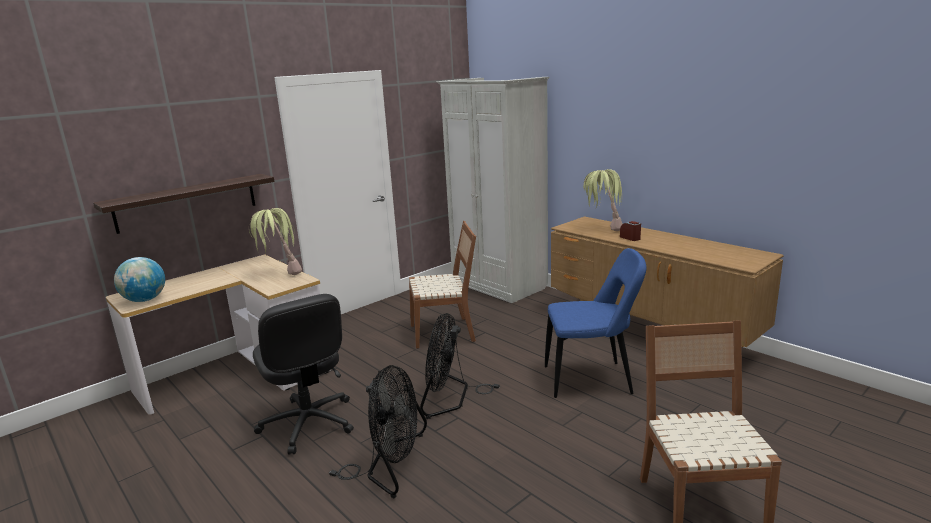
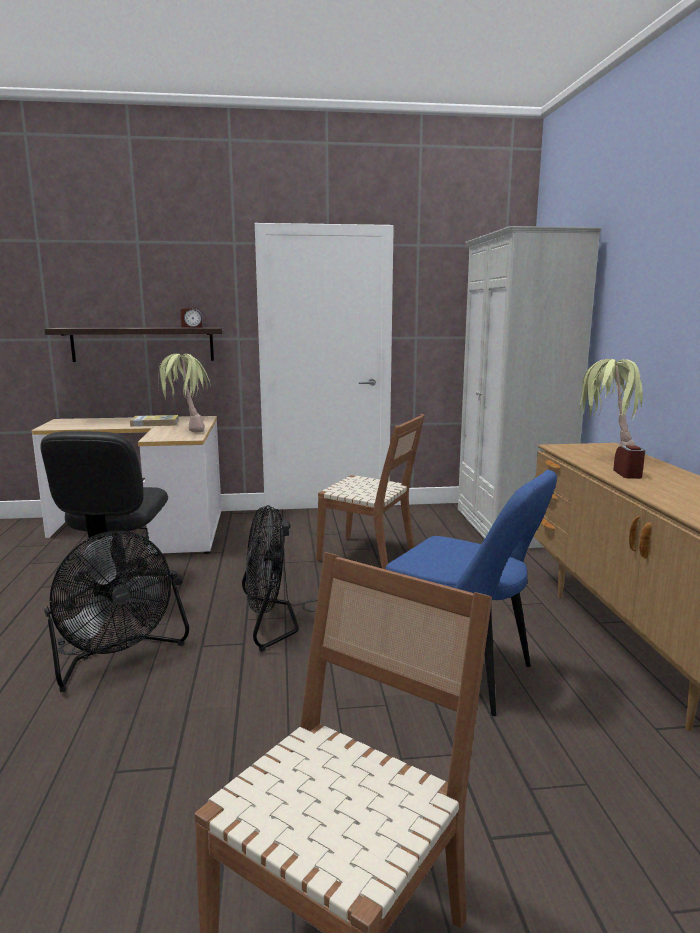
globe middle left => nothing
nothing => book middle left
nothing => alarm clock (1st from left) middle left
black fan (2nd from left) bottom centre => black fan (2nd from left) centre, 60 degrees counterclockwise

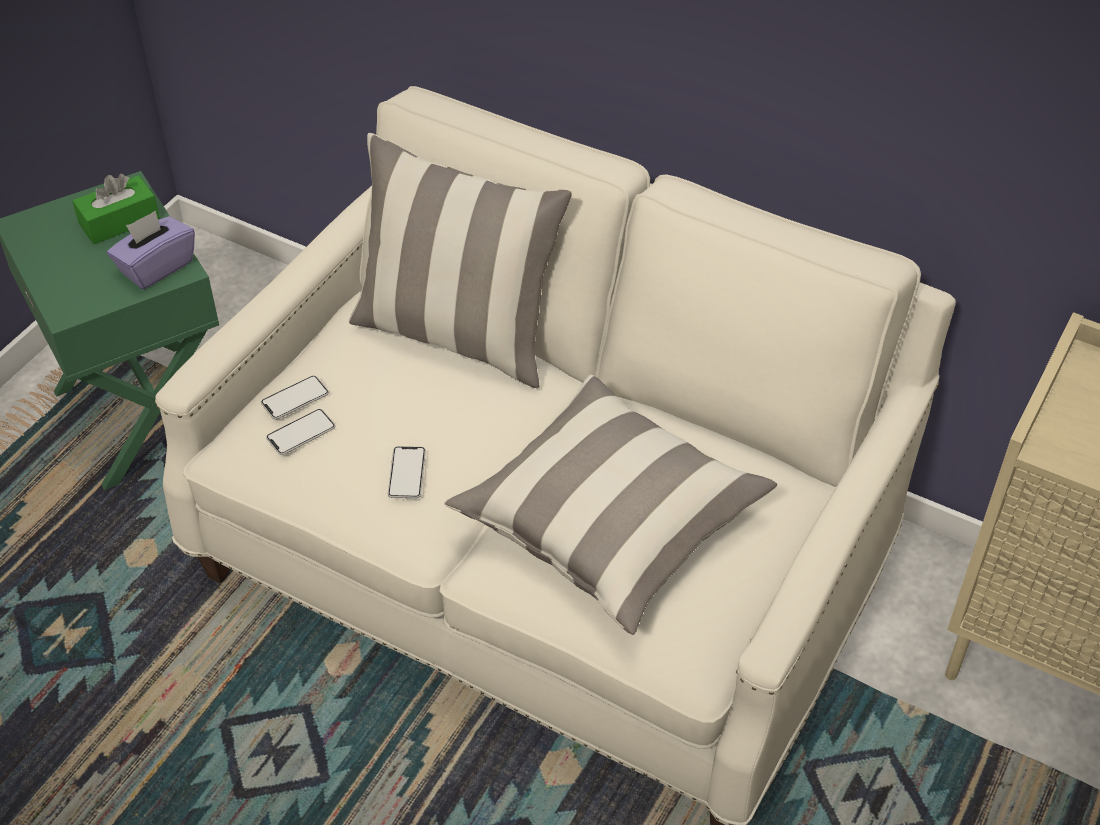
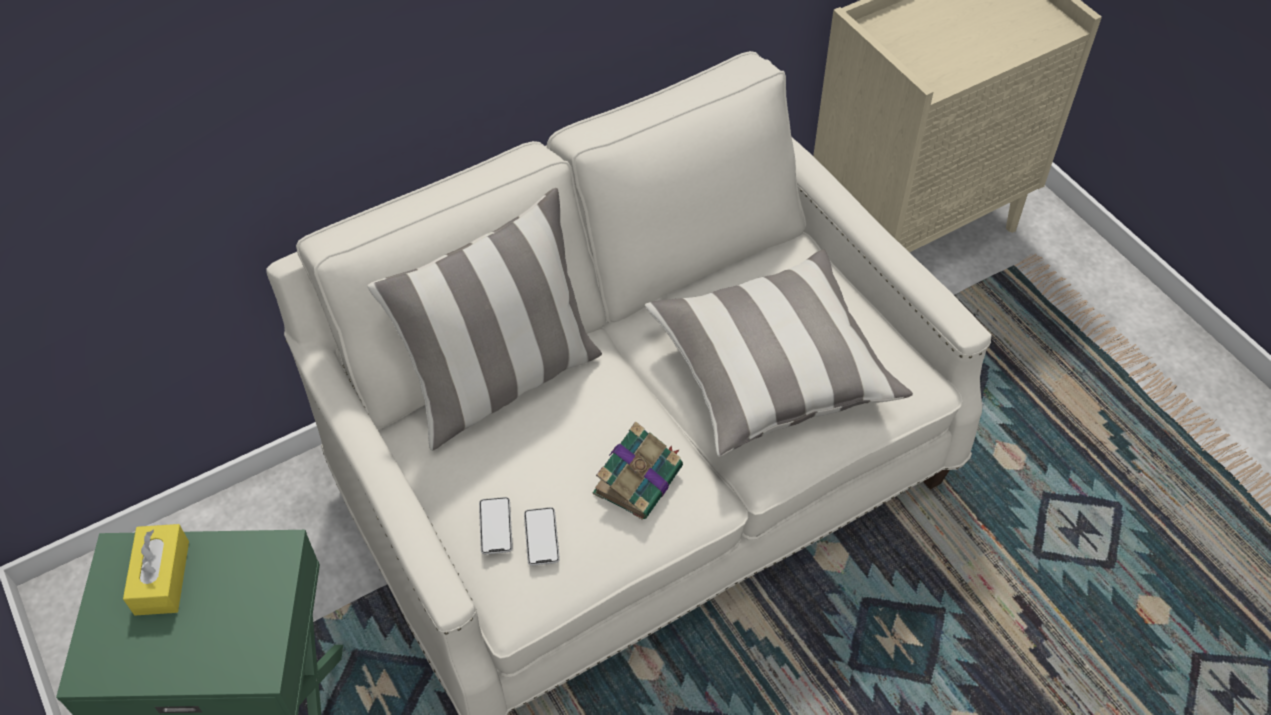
purple tissue box top left => nothing
phone (3rd from left) centre => book centre
green tissue box top left => yellow tissue box bottom left

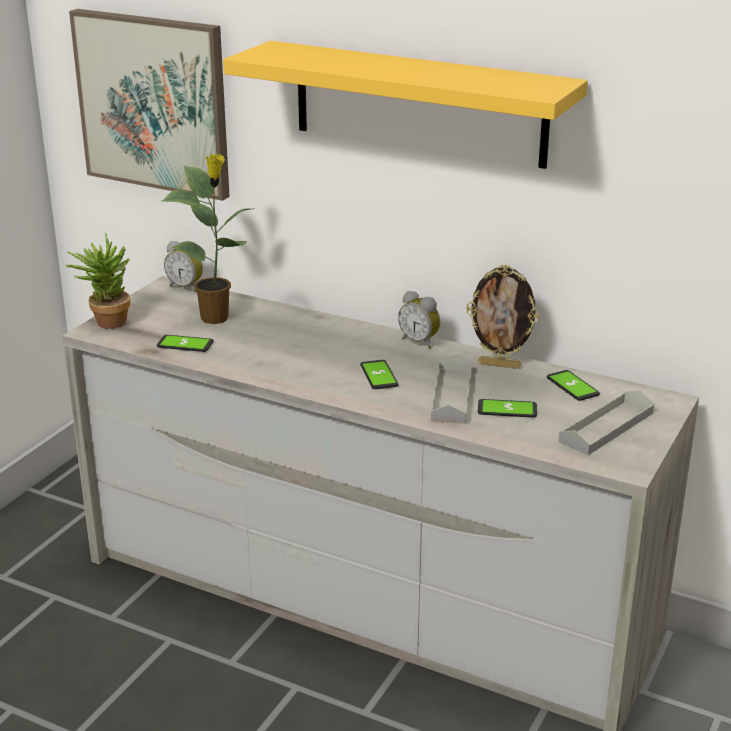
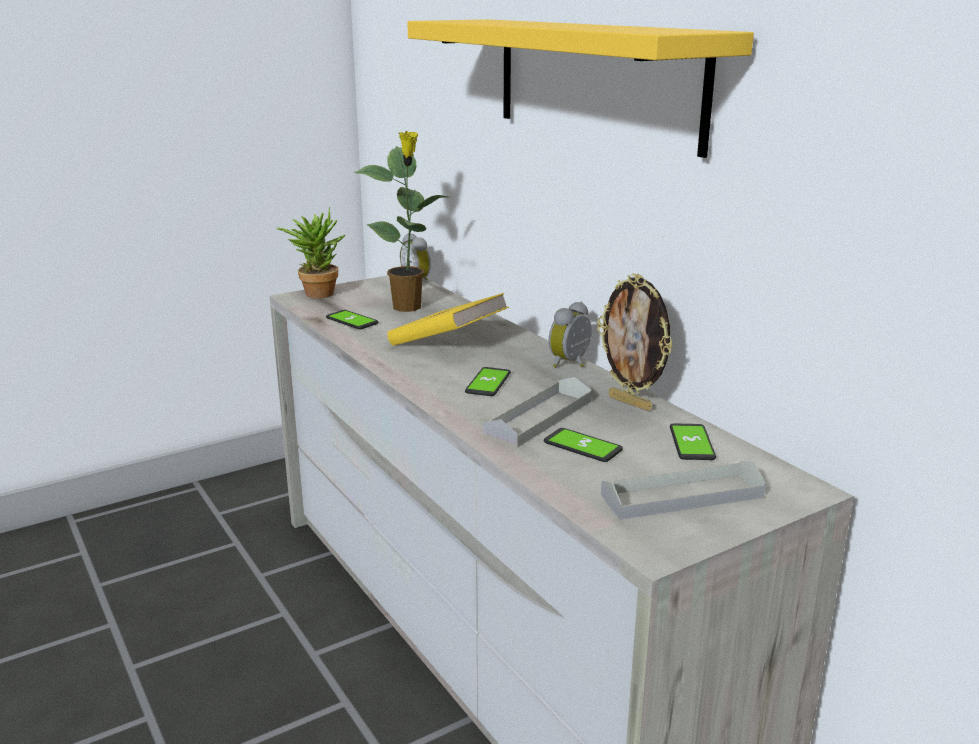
picture top left => nothing
nothing => yellow book centre
alarm clock (2nd from left) centre, 60 degrees clockwise

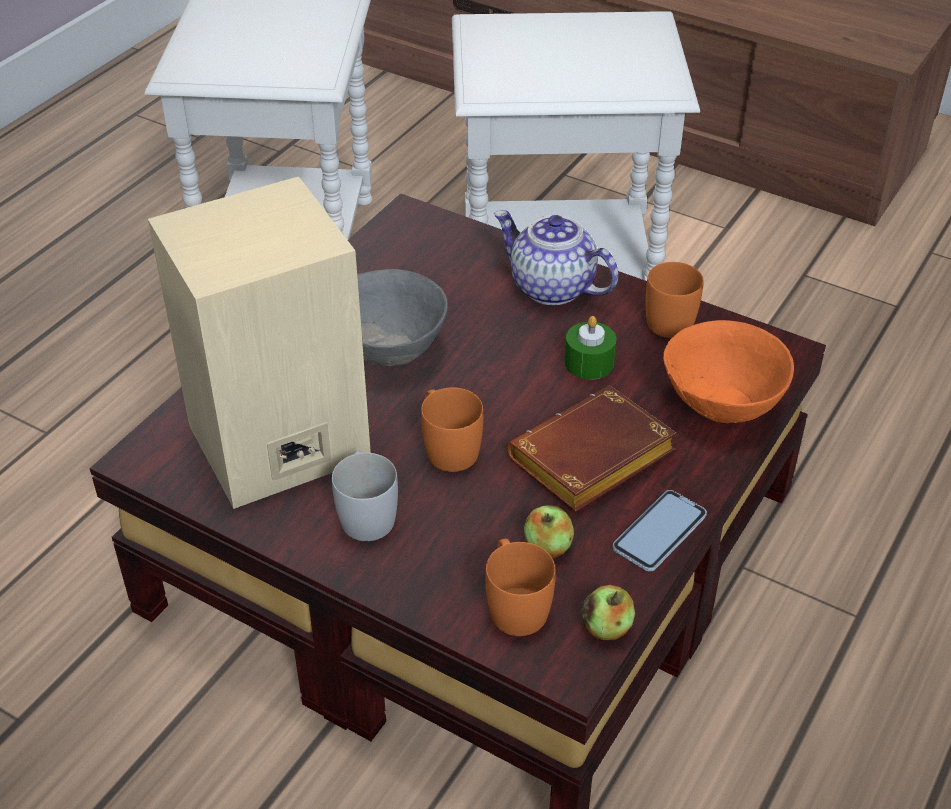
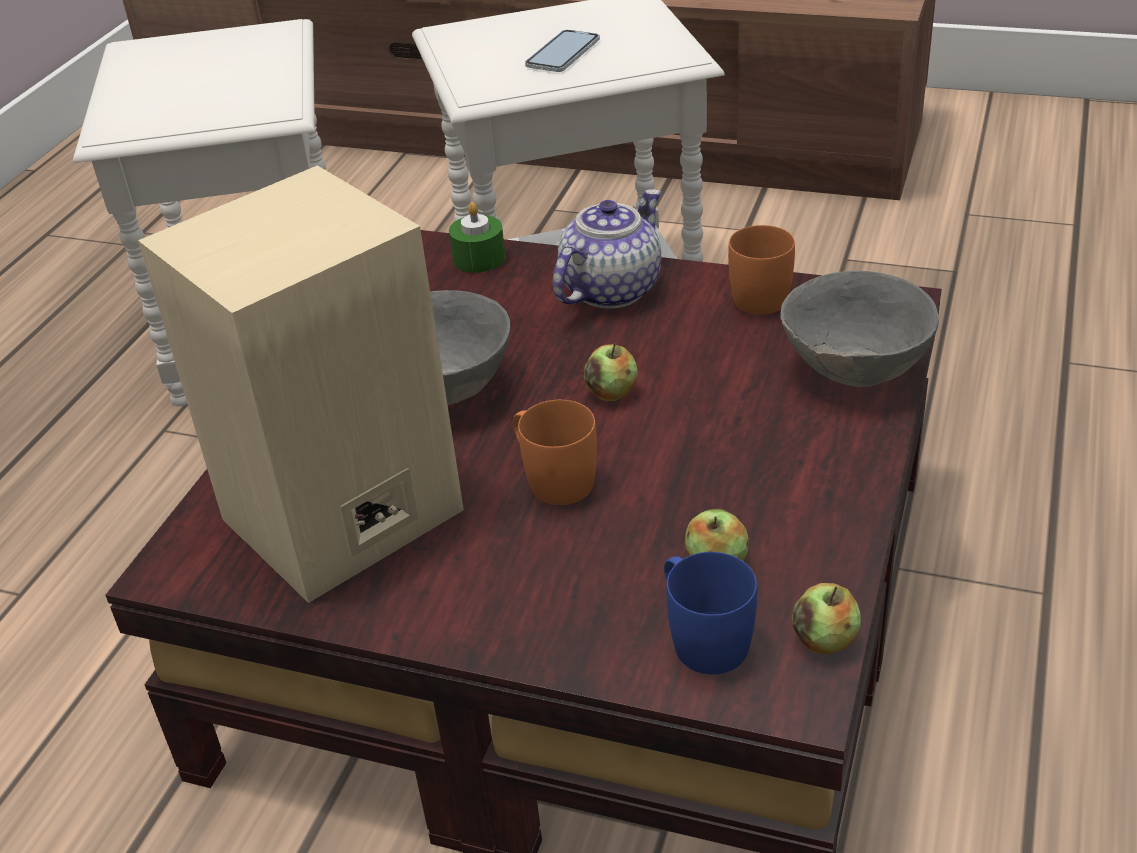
white mug centre => nothing
brown book centre => nothing
nothing => apple (1st from left) centre
green candle centre => green candle top centre, moved
phone middle right => phone top centre, moved
orange mug (2nd from left) bottom centre => blue mug bottom centre
orange bowl middle right => grey bowl (2nd from left) middle right
teapot top centre, 105 degrees clockwise

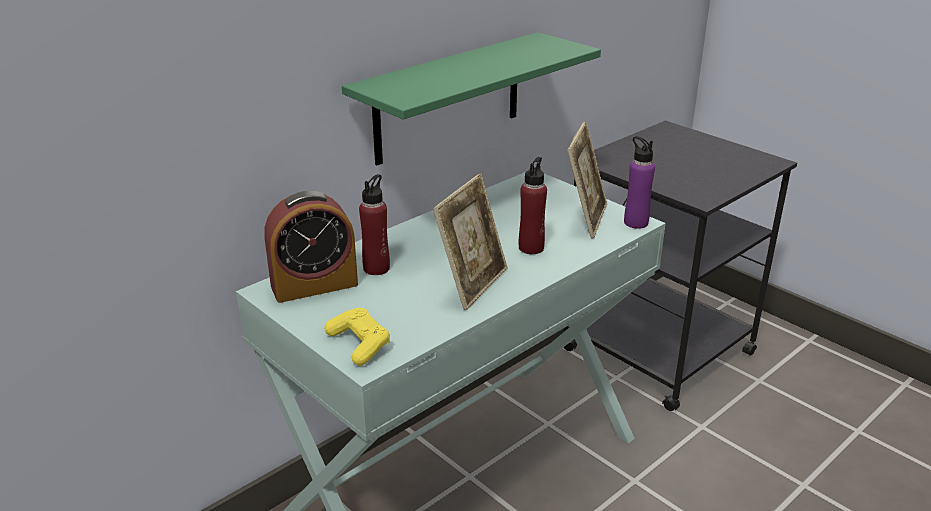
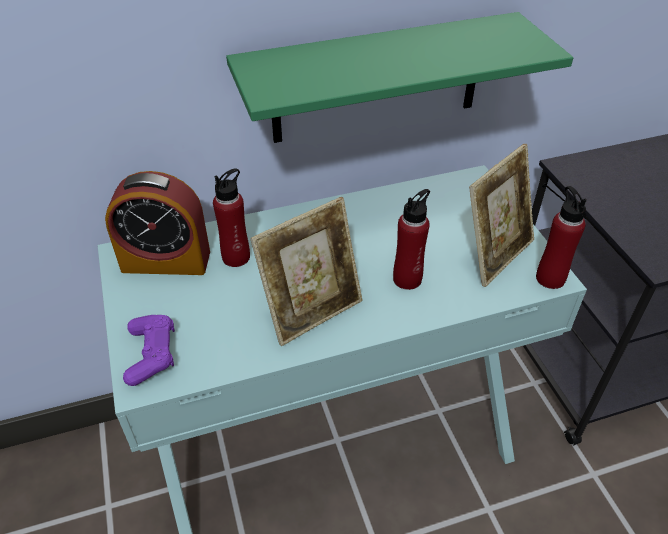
yellow game controller centre => purple game controller middle left
purple bottle middle right => red bottle (3rd from left) middle right

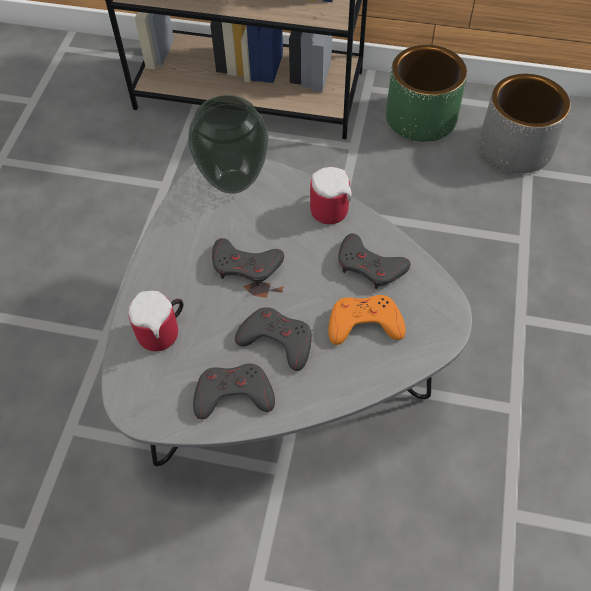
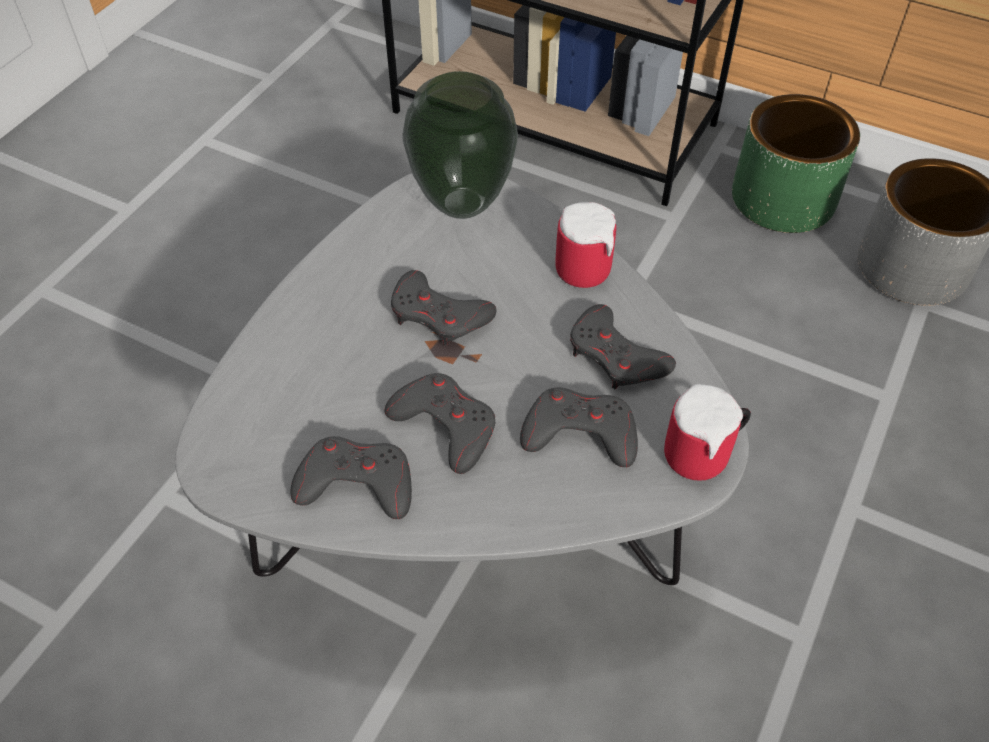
mug (1st from left in the first image) middle left => mug (2nd from left) middle right, moved
orange game controller centre => grey game controller (4th from left) centre

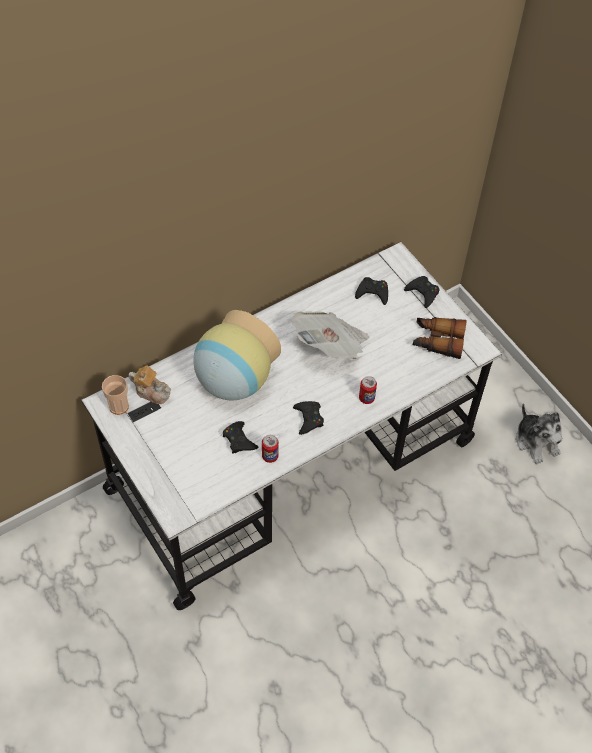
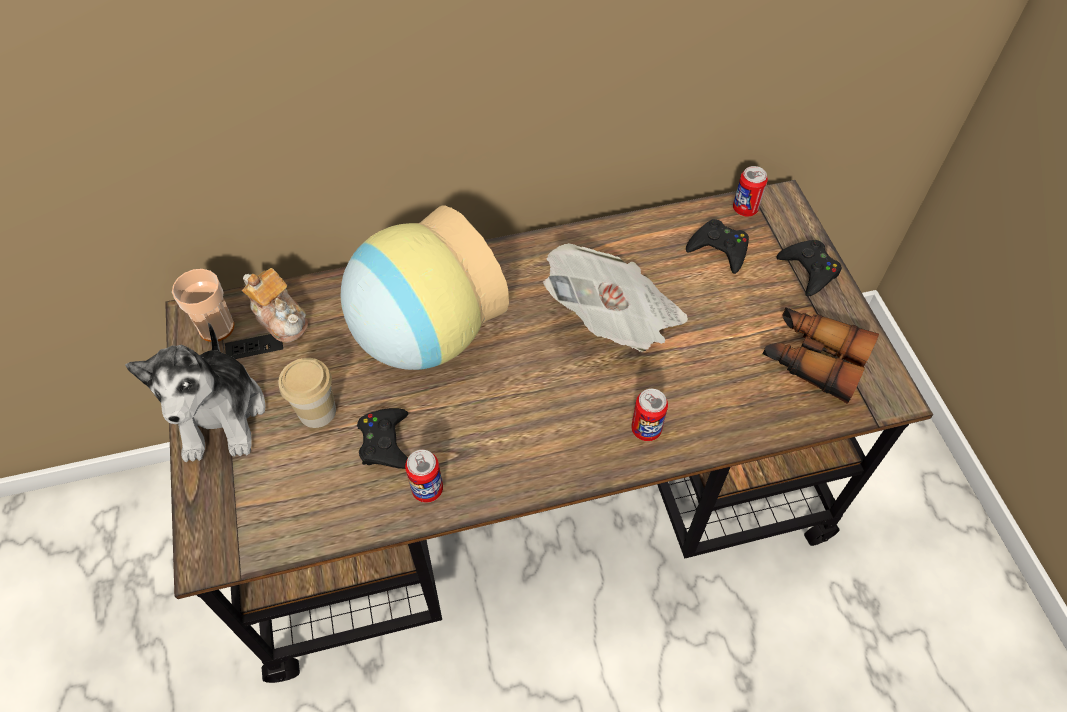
black game controller (2nd from left) centre => nothing
nothing => cup (2nd from left) middle left
nothing => can (3rd from left) top right
plush toy middle right => plush toy middle left, moved
white desk centre => brown desk centre

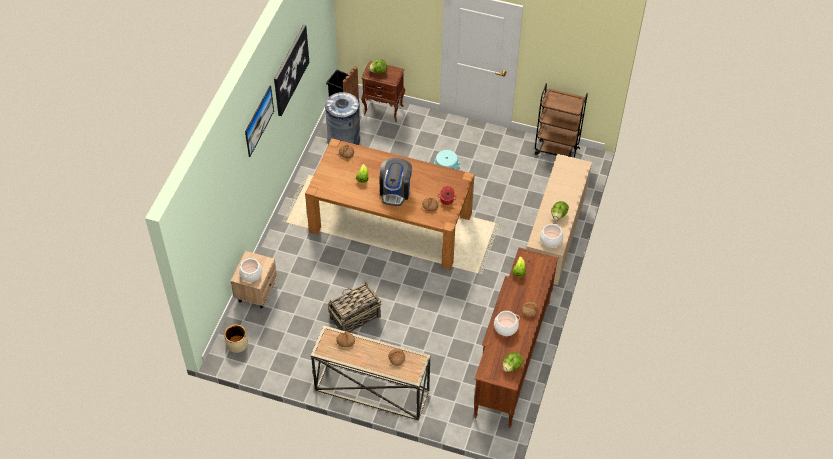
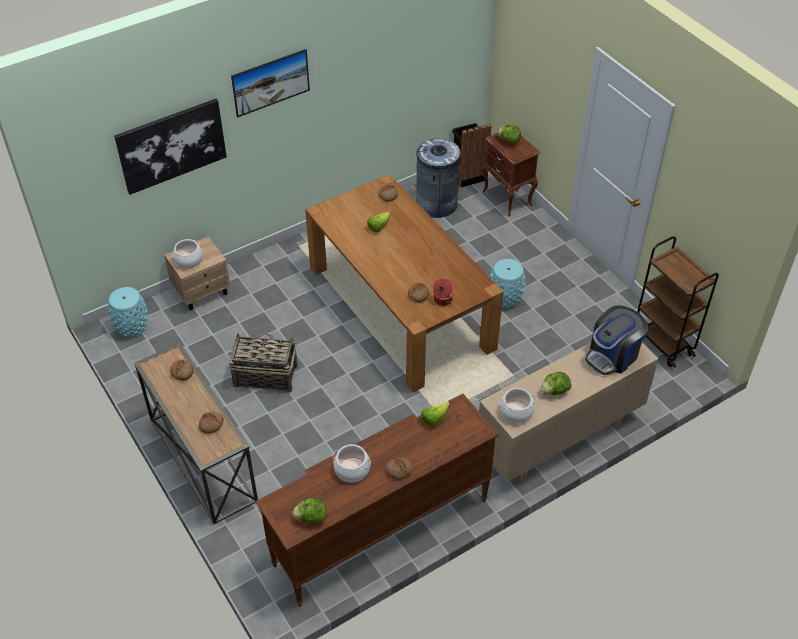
picture (2nd from left in the first image) top centre => picture (1st from left) top left, moved
coffee machine centre => coffee machine middle right, moved
beige planter bottom left => turquoise stool (1st from left) middle left

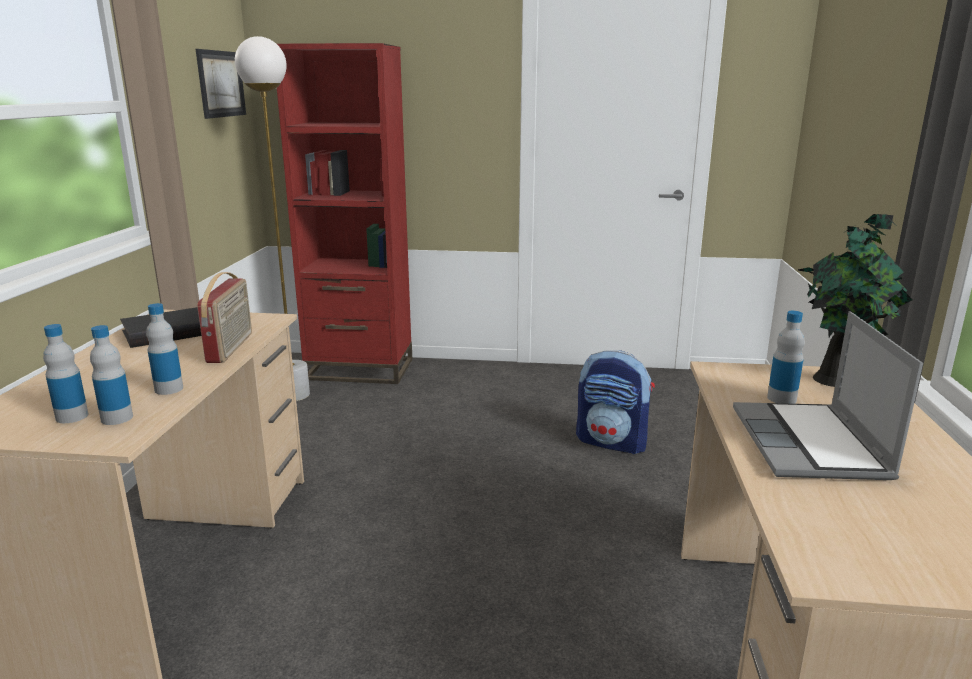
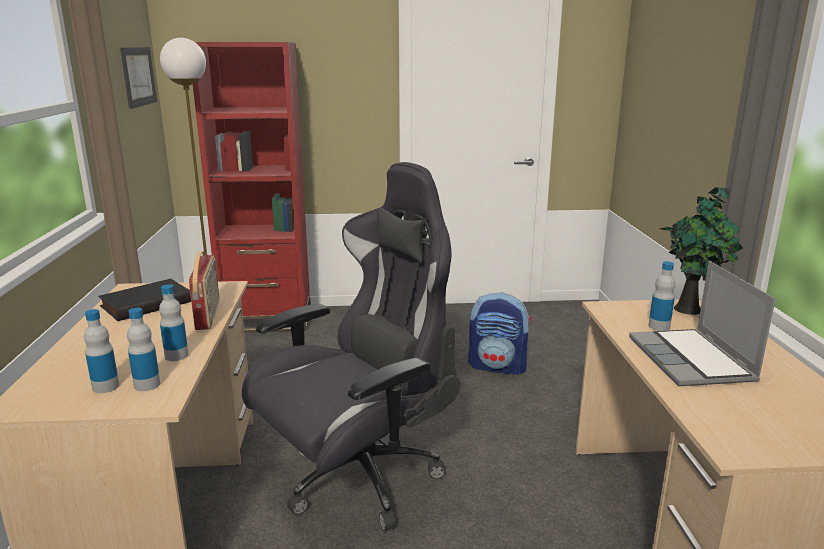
nothing => black office chair centre

